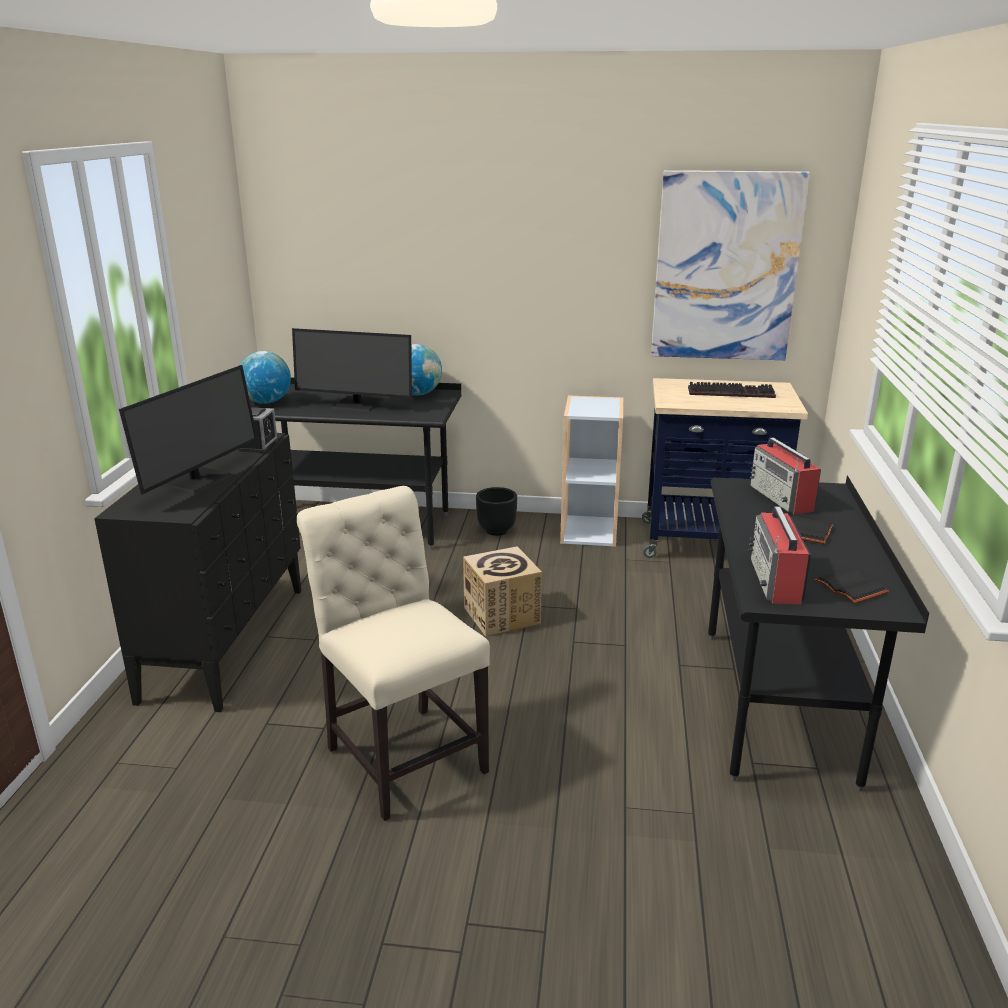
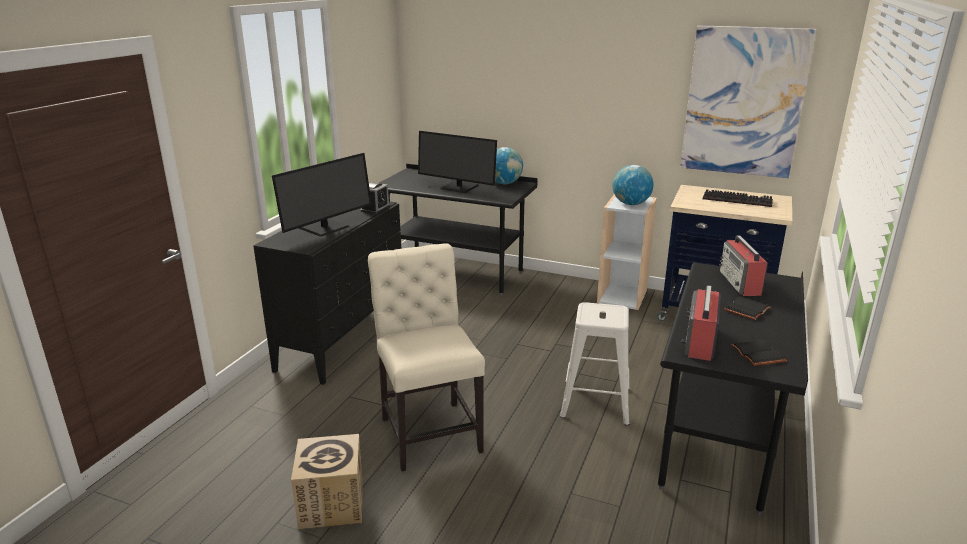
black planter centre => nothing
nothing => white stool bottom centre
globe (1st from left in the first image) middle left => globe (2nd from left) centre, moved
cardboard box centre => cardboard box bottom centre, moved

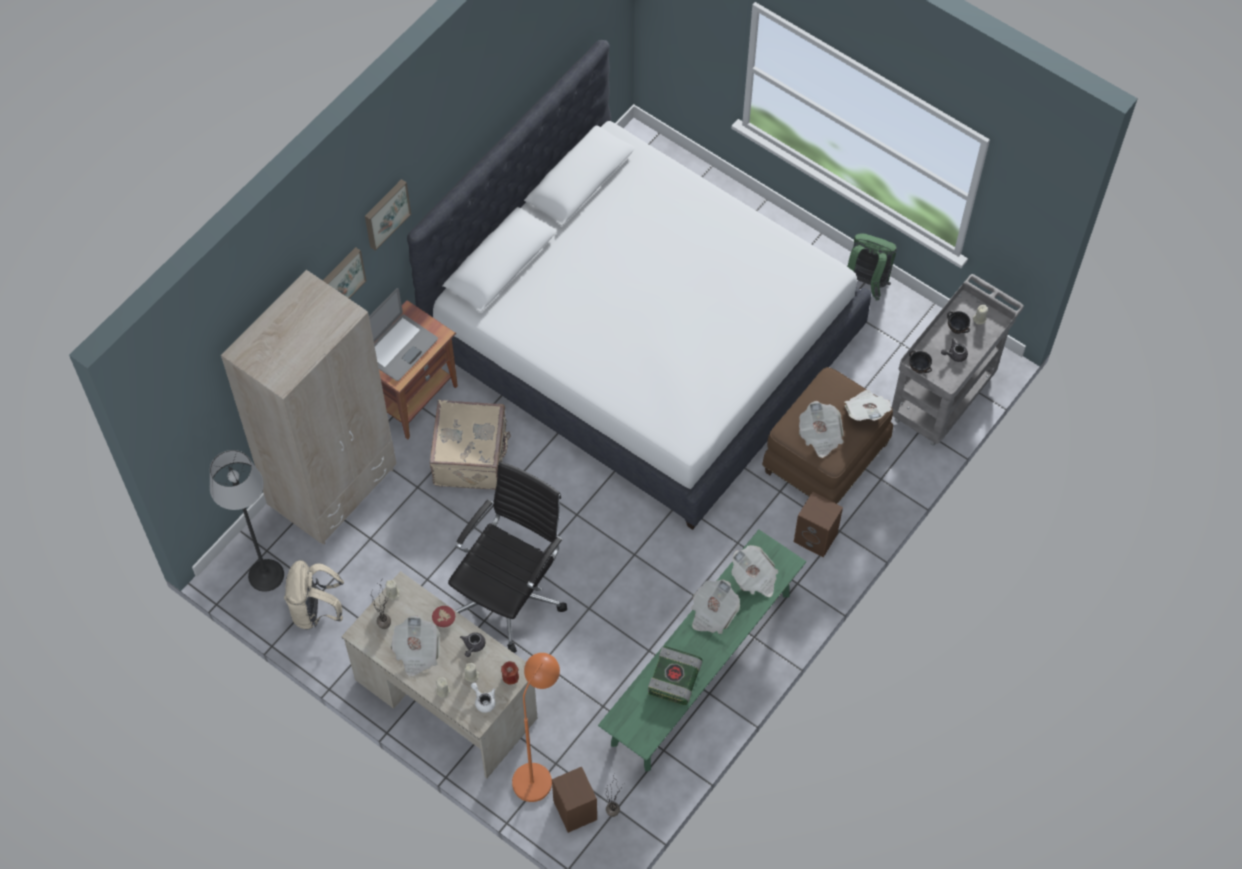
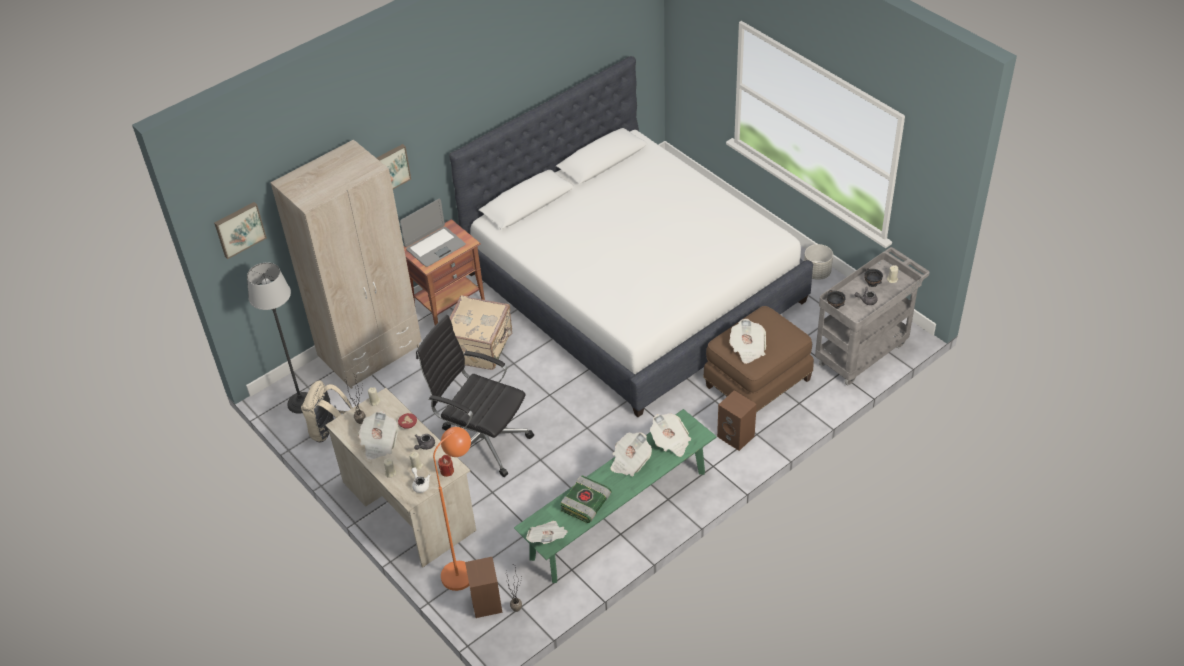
picture (2nd from left in the first image) top left => picture (1st from left) middle left, moved
newspaper (5th from left in the first image) middle right => newspaper (2nd from left) bottom centre, moved
green backpack top right => grey planter middle right
black office chair centre, 105 degrees counterclockwise

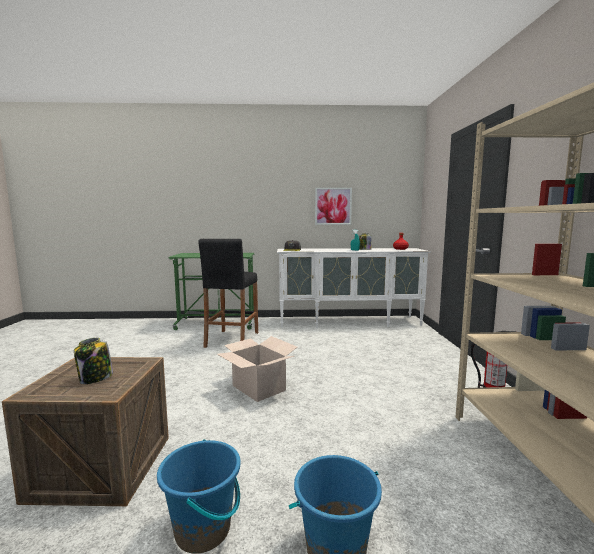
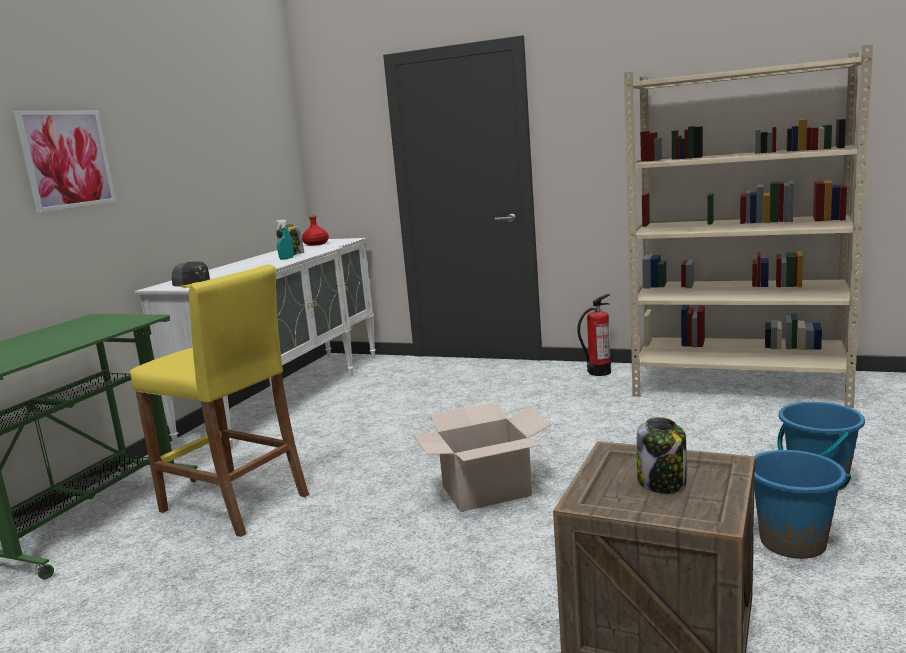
picture centre => picture top left, moved
black stool centre => yellow stool middle left

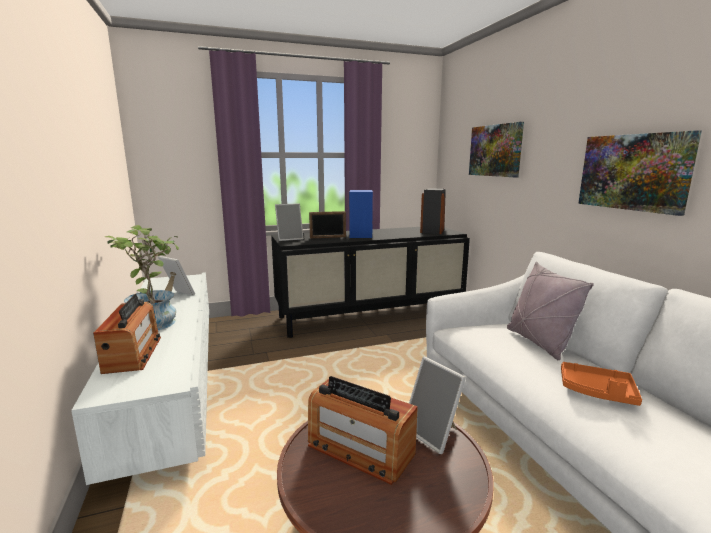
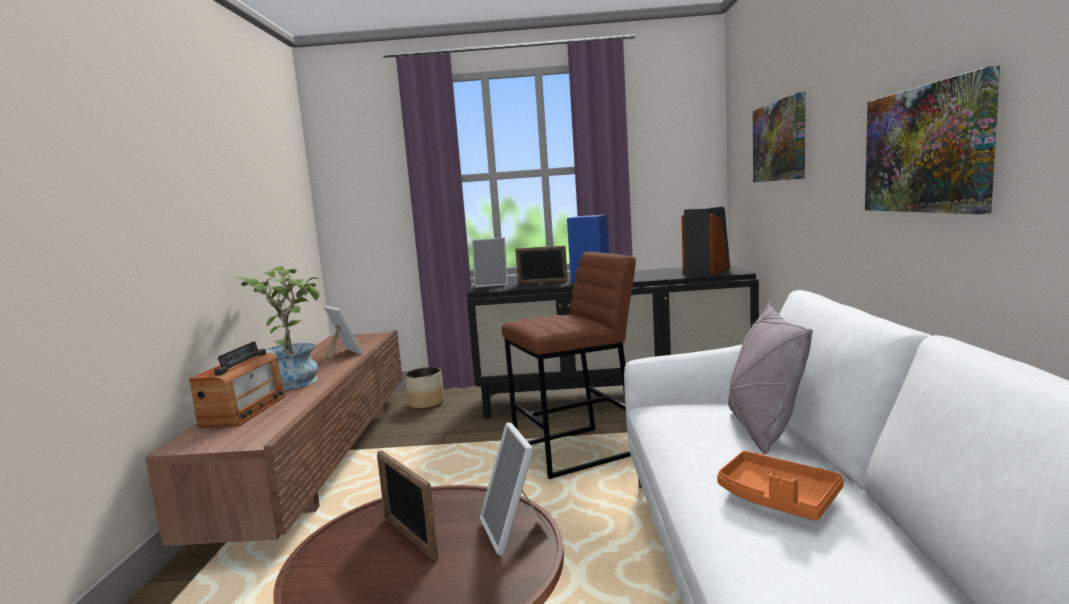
nothing => planter centre
nothing => brown stool centre
radio (2nd from left) bottom centre => picture frame (2nd from left) bottom centre
white tv stand bottom left => brown tv stand bottom left

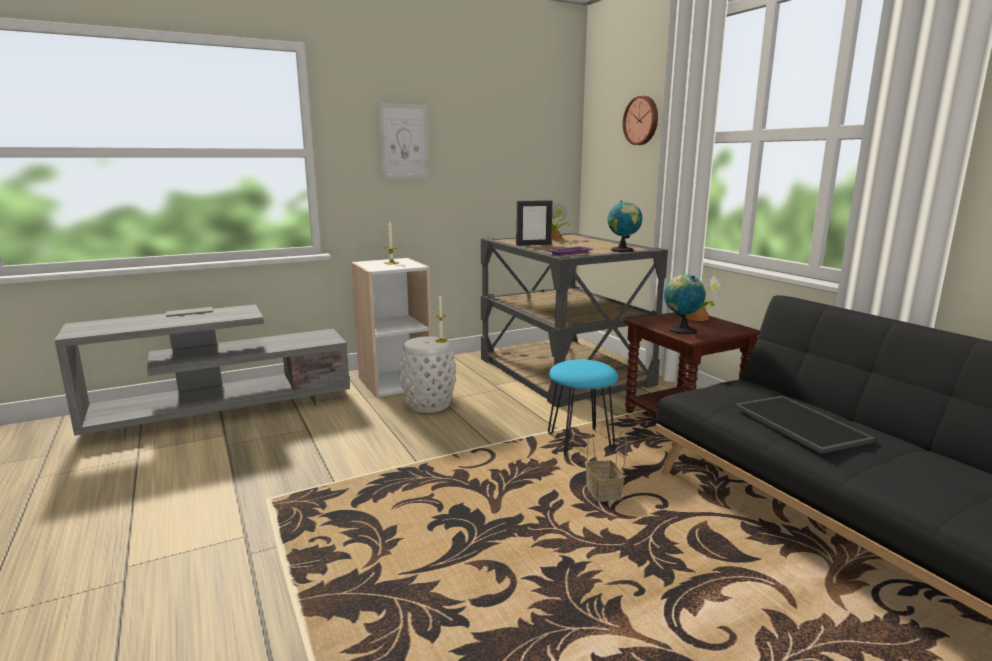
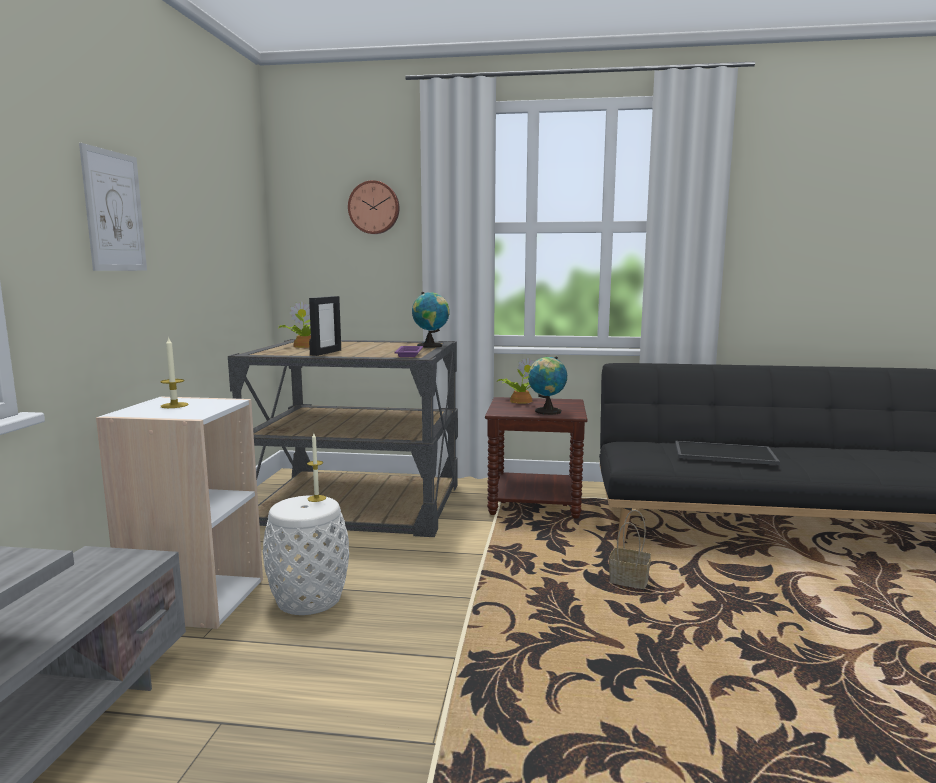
turquoise stool centre => nothing

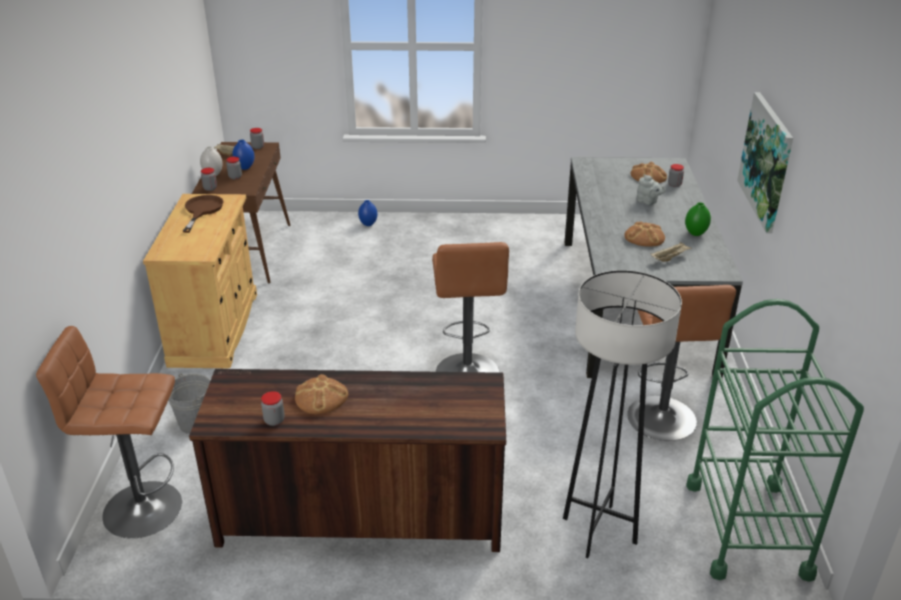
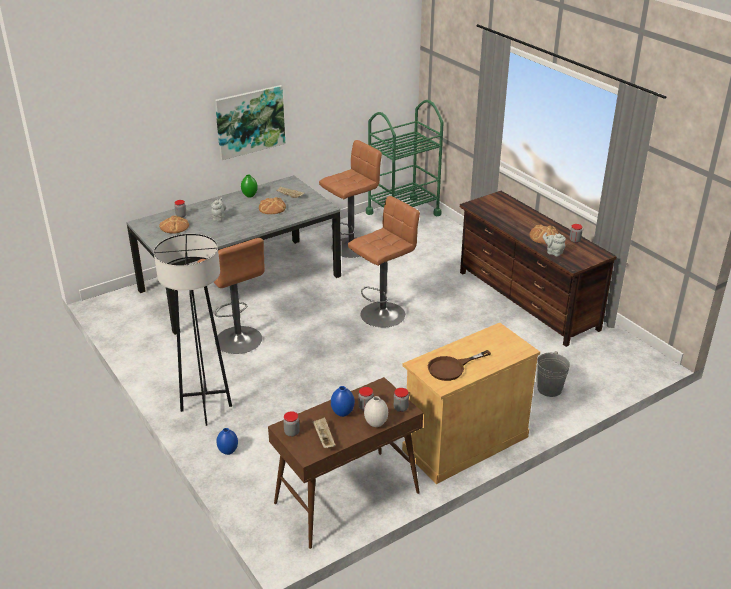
nothing => grey teapot (2nd from left) middle right
brown stool (1st from left) bottom left => brown stool (1st from left) middle left, moved
grey floor lamp bottom right => grey floor lamp middle left, moved

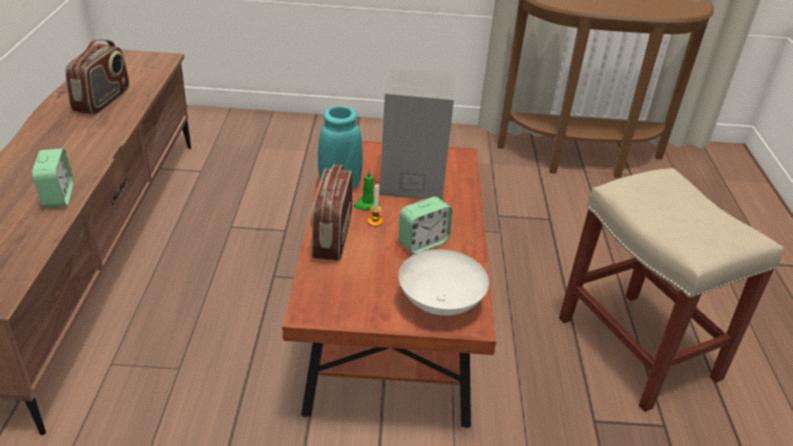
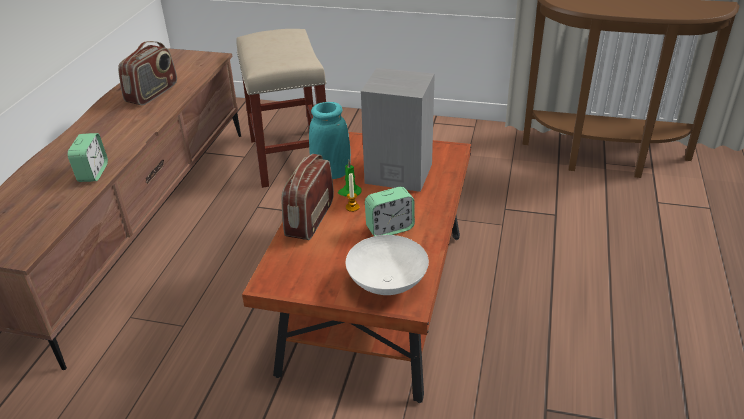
beige stool middle right => beige stool top centre, moved

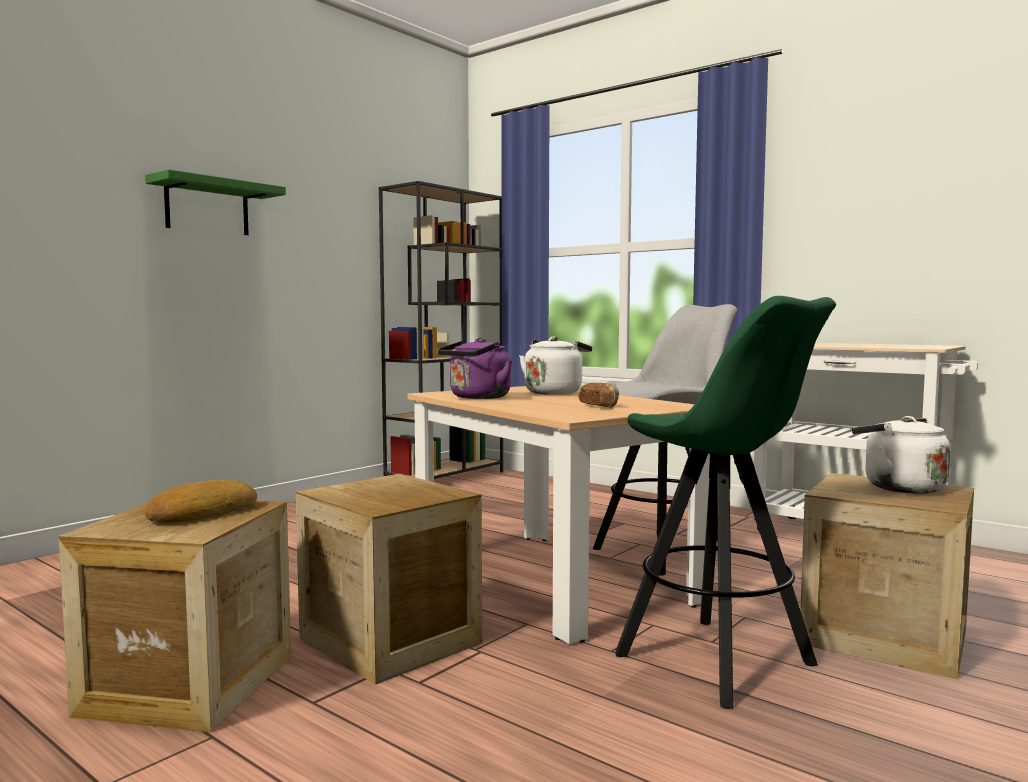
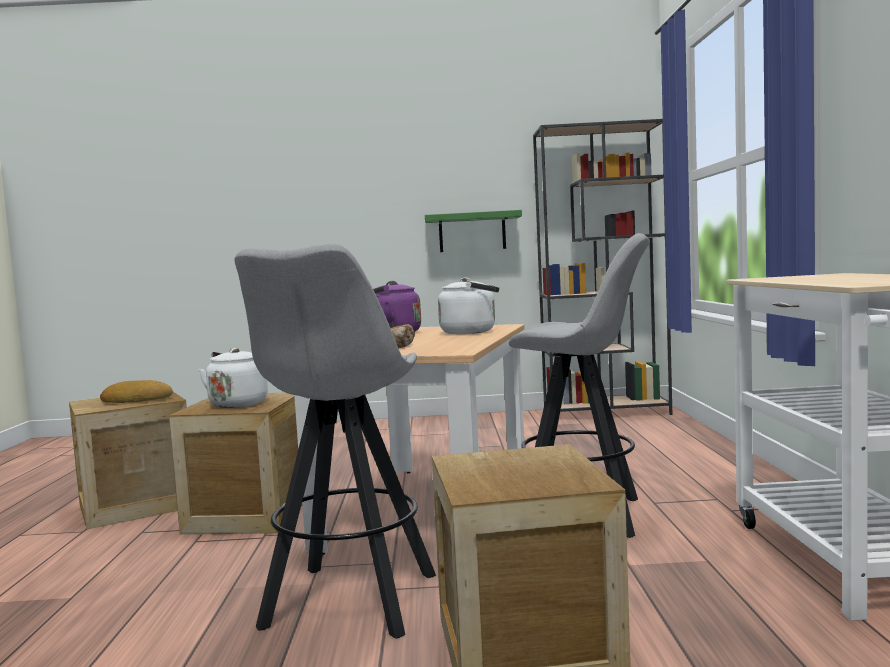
green shelf top left => green shelf centre, moved
white kettle (2nd from left in the first image) middle right => white kettle (1st from left) middle left, moved
green stool middle right => grey stool (1st from left) centre

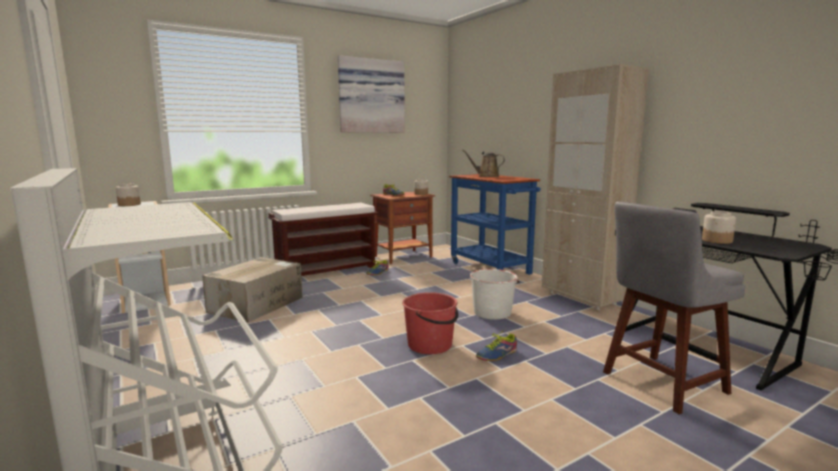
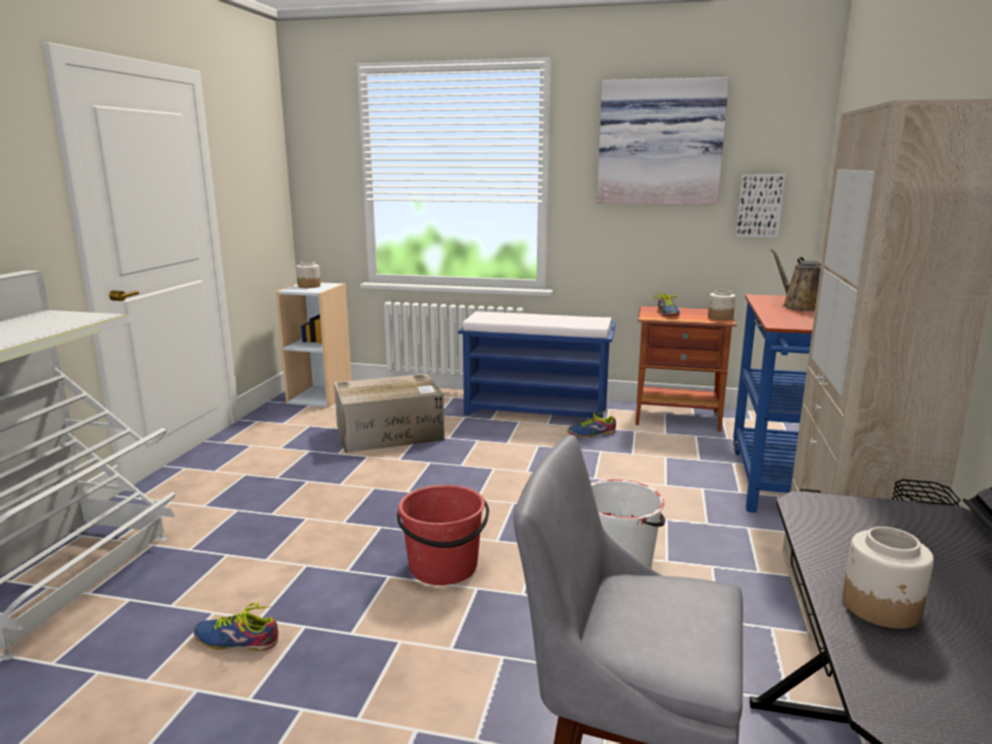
nothing => picture (2nd from left) top right
shoe (3rd from left in the first image) bottom centre => shoe (1st from left) bottom left, moved
brown bench centre => blue bench centre

